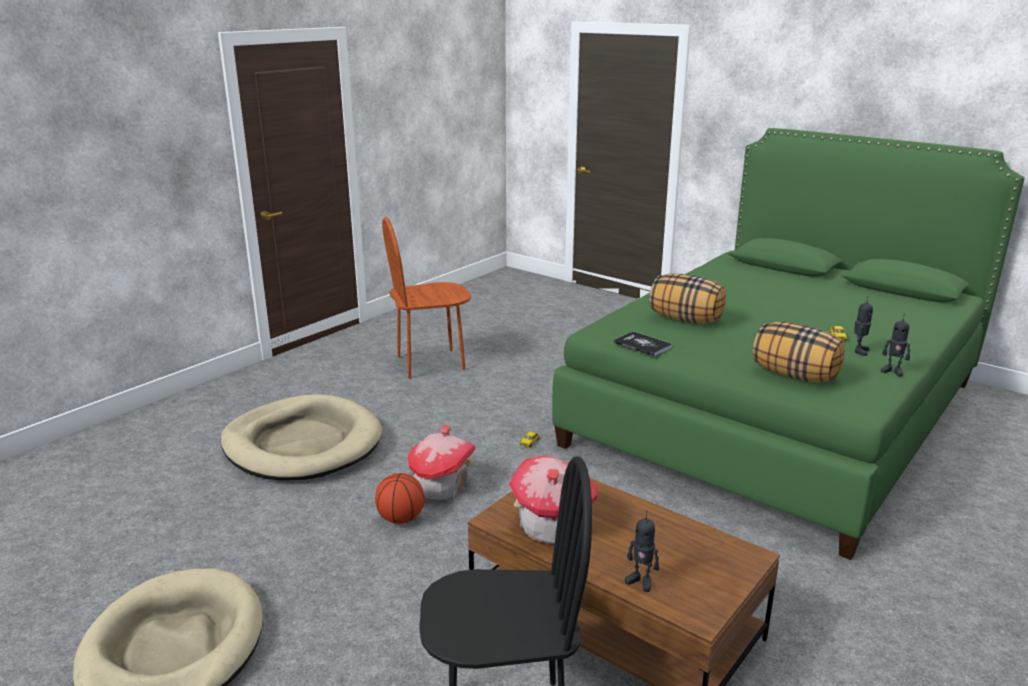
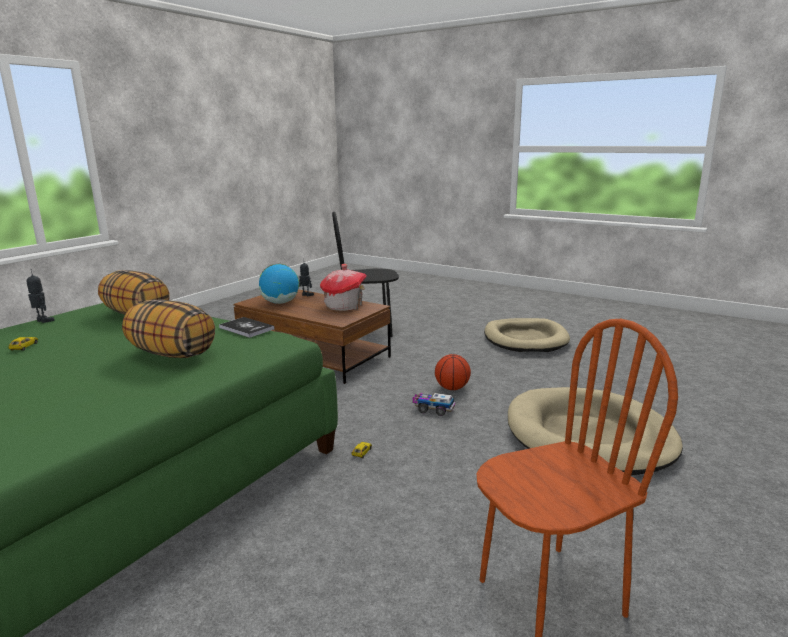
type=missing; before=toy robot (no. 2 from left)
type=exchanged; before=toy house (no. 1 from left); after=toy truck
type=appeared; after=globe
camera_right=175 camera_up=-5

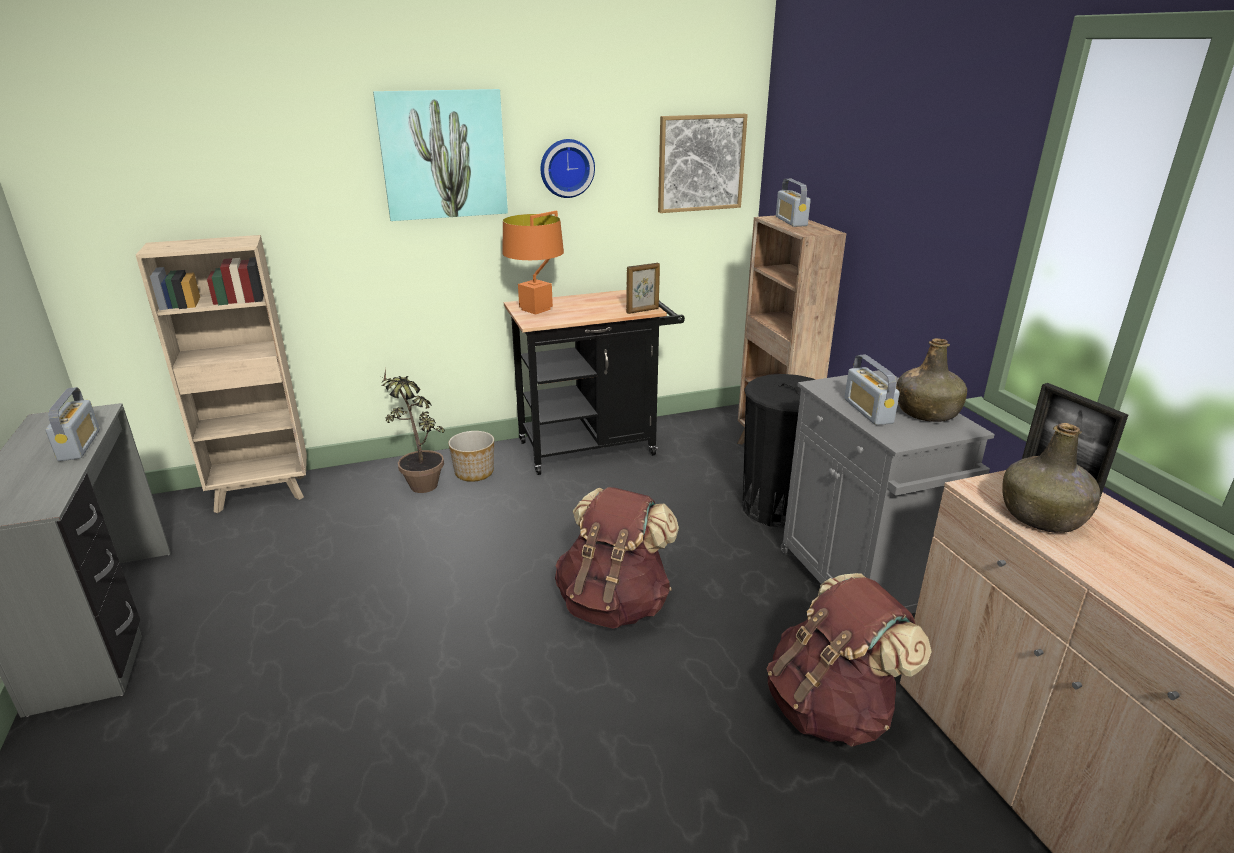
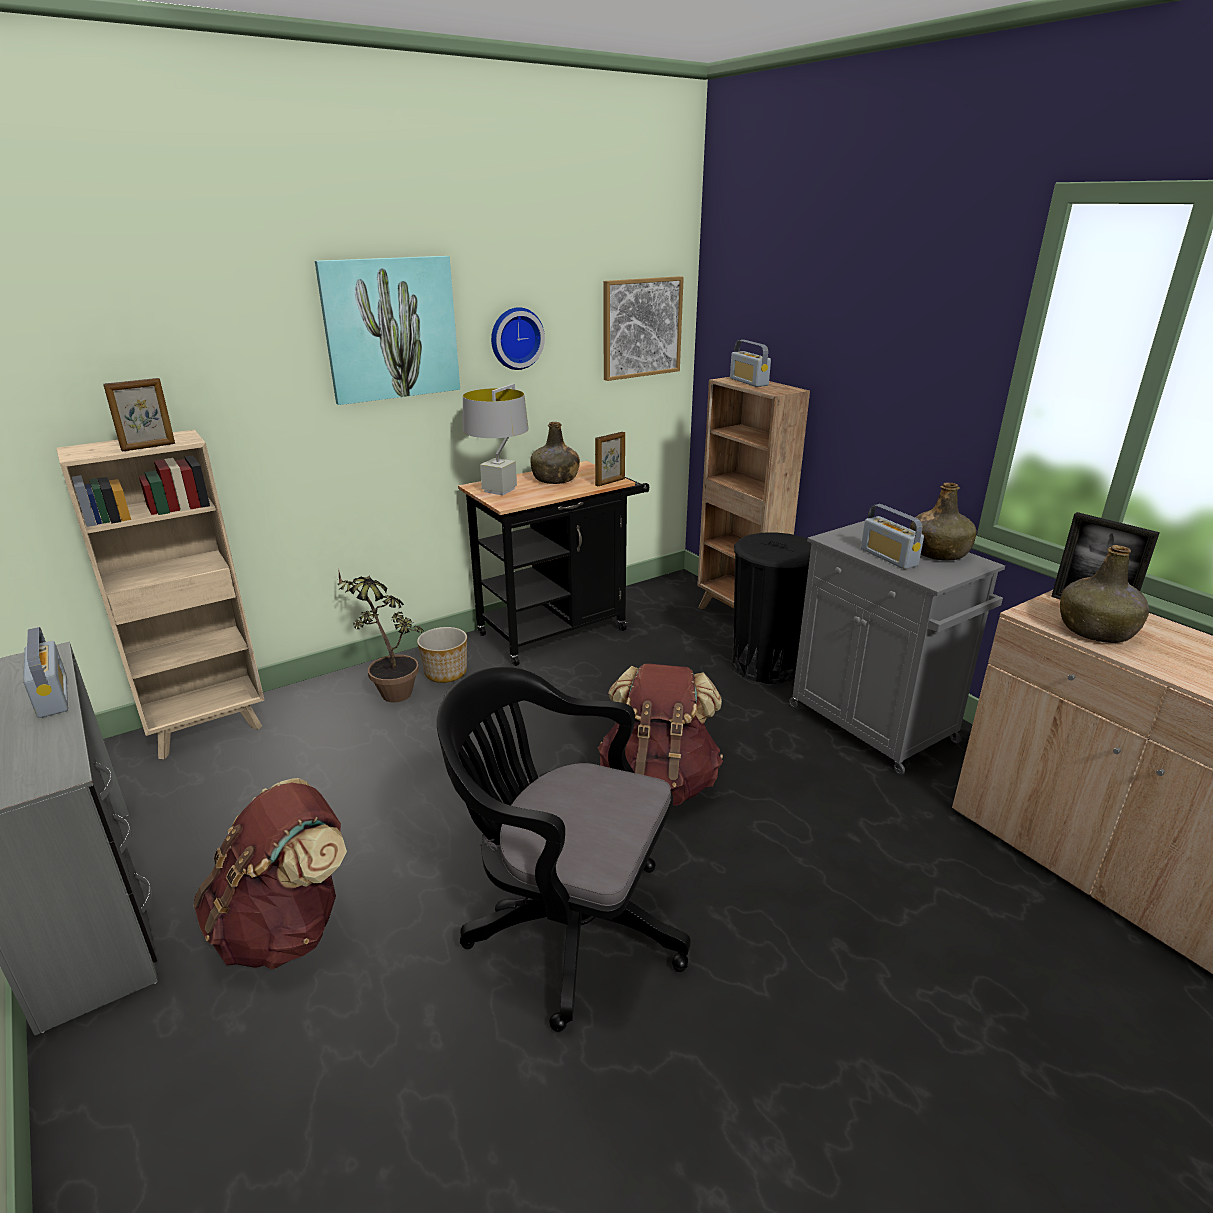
type=colour; before=table lamp/orange; after=table lamp/grey
type=relocated; before=backpack/brown (no. 2 from left in the first image); after=backpack/brown (no. 1 from left)
type=appeared; after=picture frame (no. 1 from left)
type=appeared; after=bottle/green (no. 1 from left)
type=appeared; after=office chair/black
camera_right=-15 camera_up=0

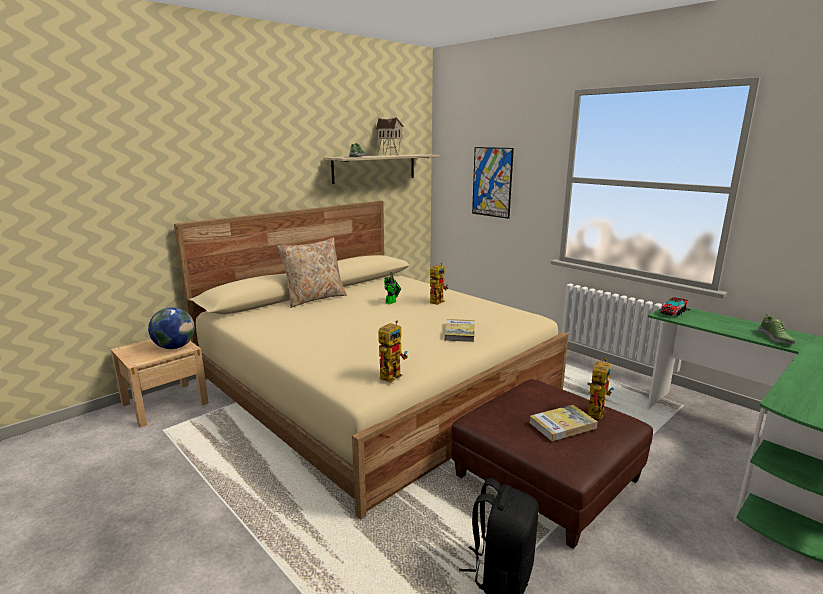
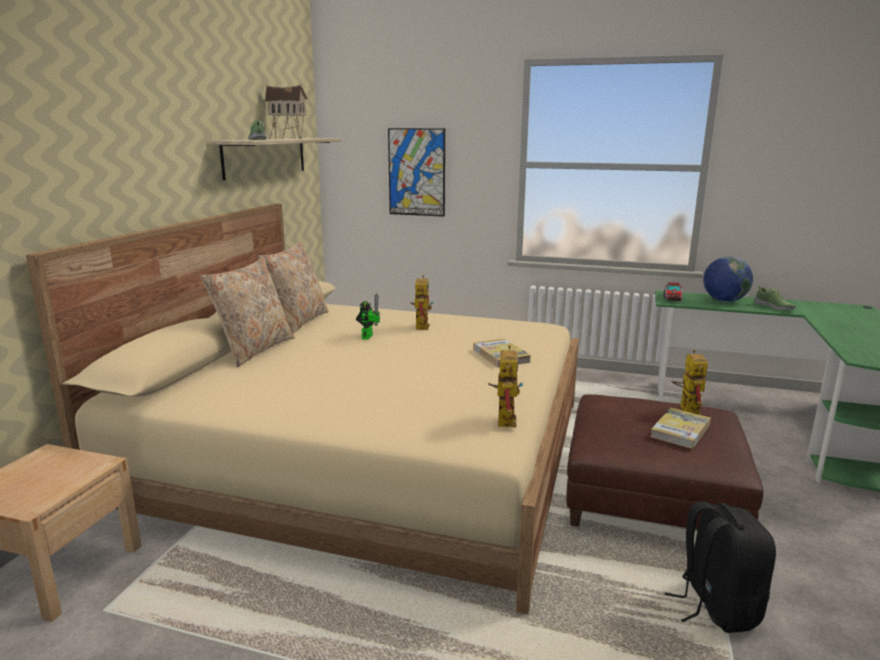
type=relocated; before=globe
type=appeared; after=pillow/beige (no. 2 from left)
camera_right=-30 camera_up=0

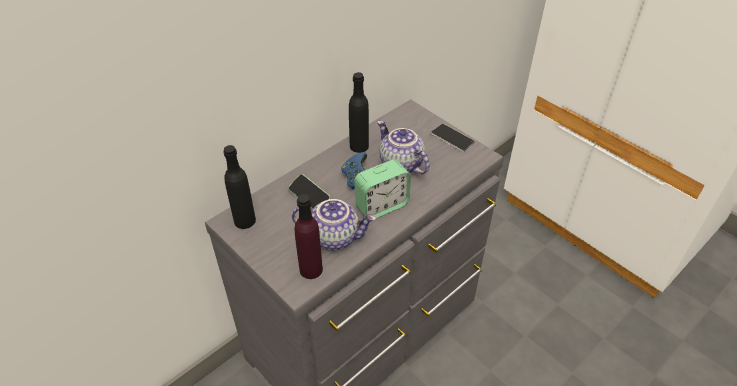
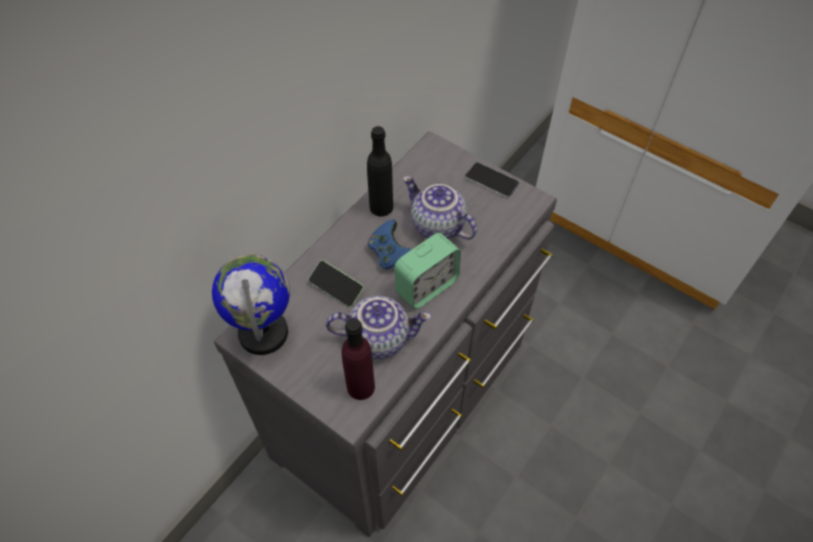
type=exchanged; before=bottle/black (no. 1 from left); after=globe
camera_right=-10 camera_up=10

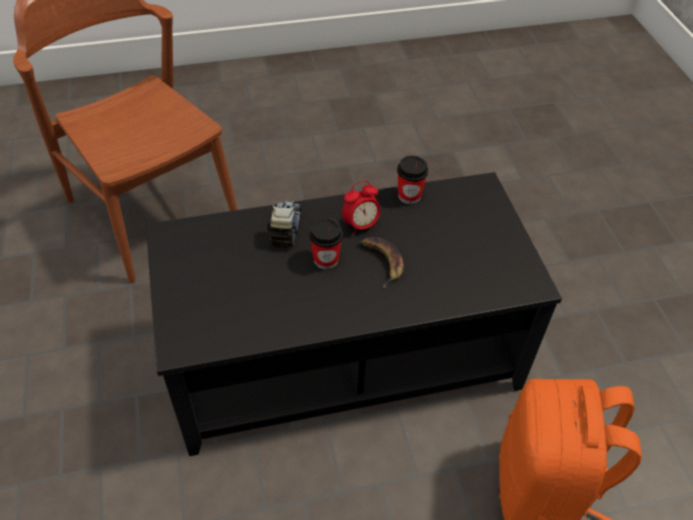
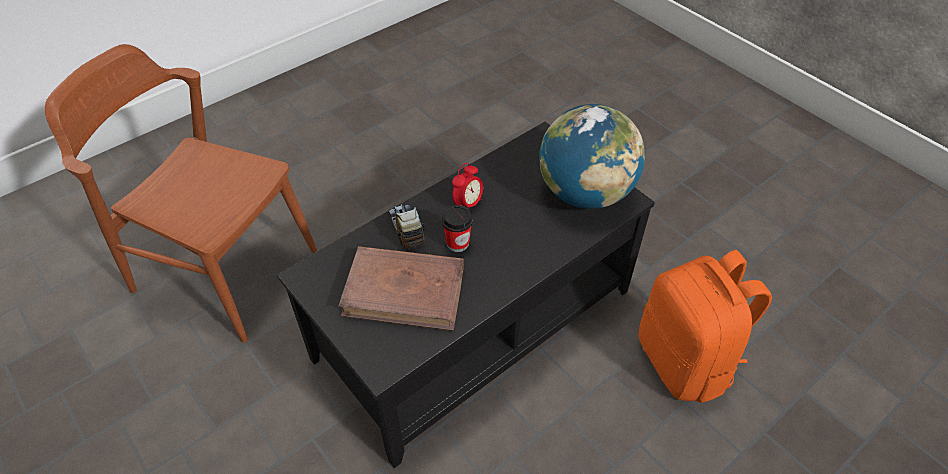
type=missing; before=cup (no. 2 from left)
type=missing; before=banana
type=appeared; after=globe
type=appeared; after=book/brown
camera_right=-25 camera_up=0

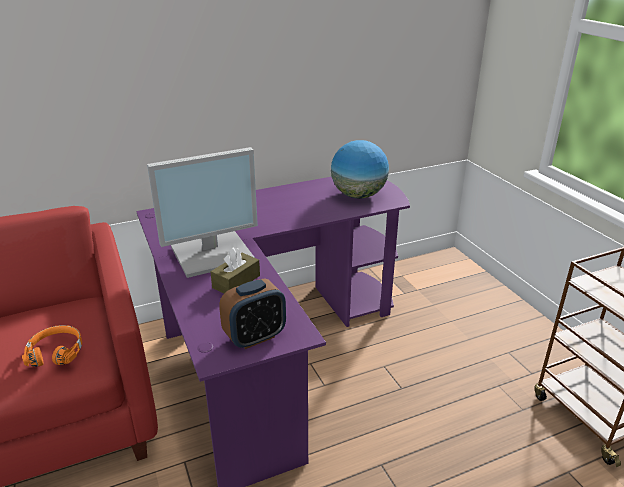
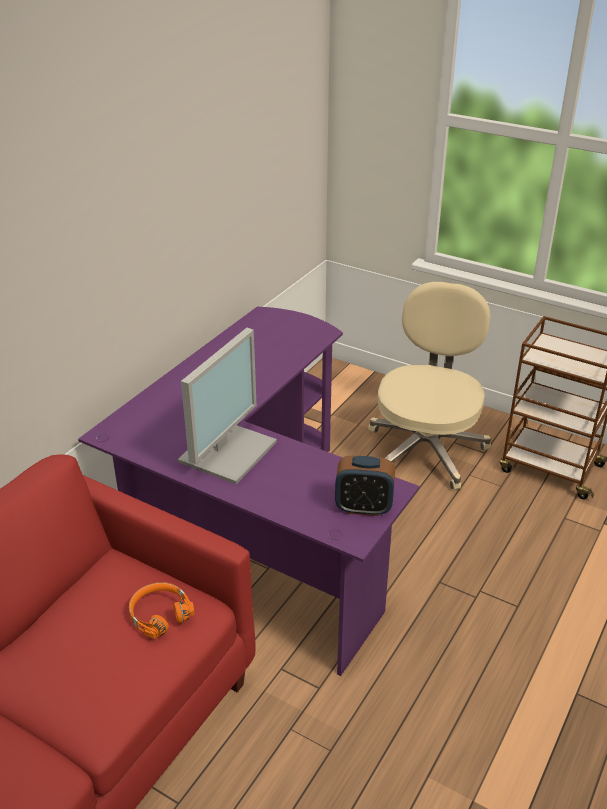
type=missing; before=globe
type=missing; before=tissue box/brown
type=spun; before=alarm clock; turn=75
type=appeared; after=office chair/beige
camera_right=-35 camera_up=5

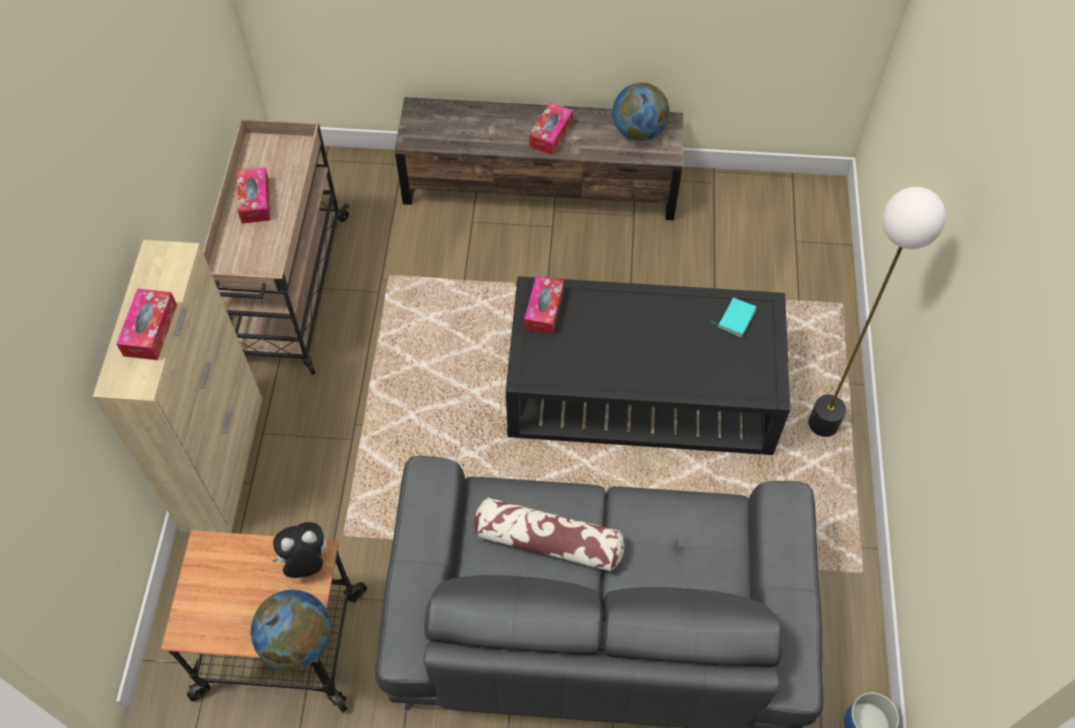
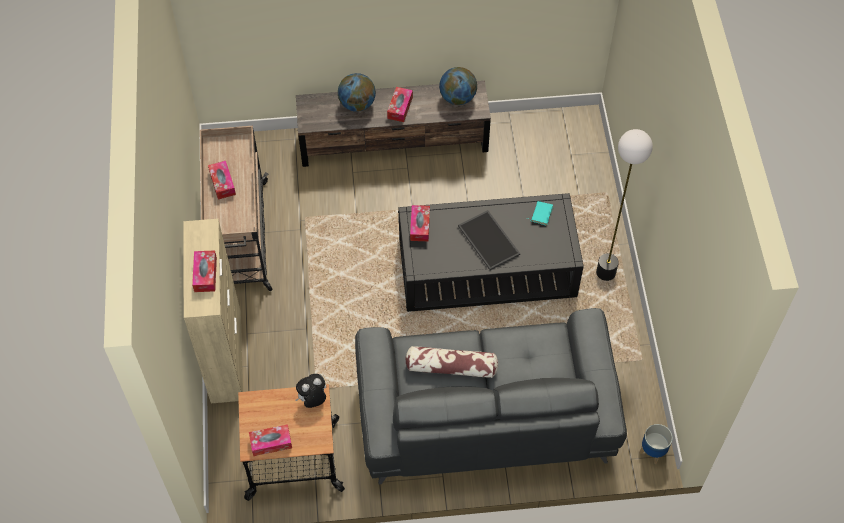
type=relocated; before=globe (no. 1 from left)
type=appeared; after=tray
type=appeared; after=tissue box (no. 3 from left)
camera_right=-10 camera_up=0

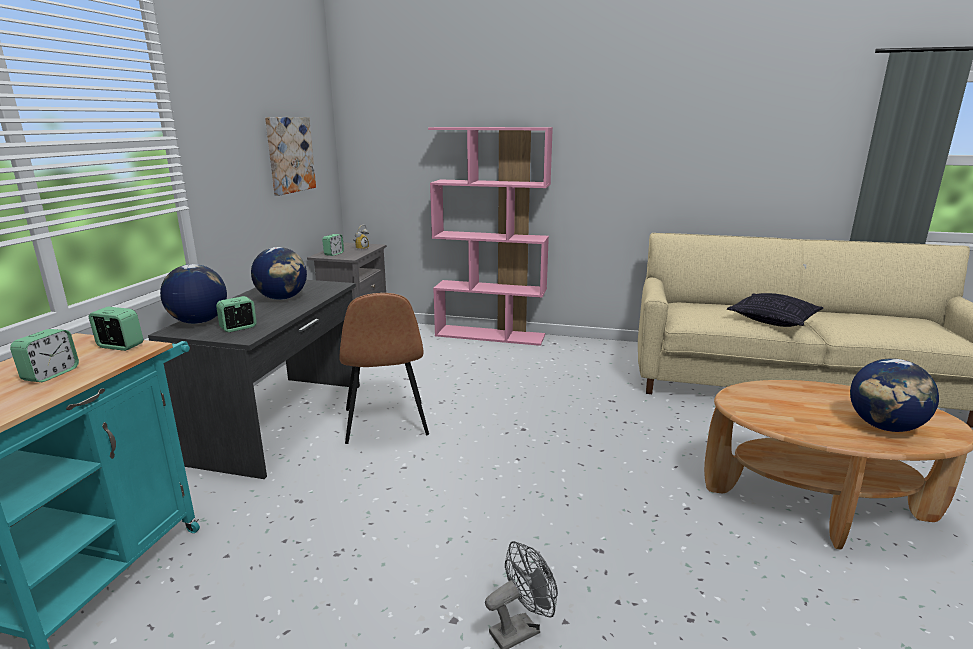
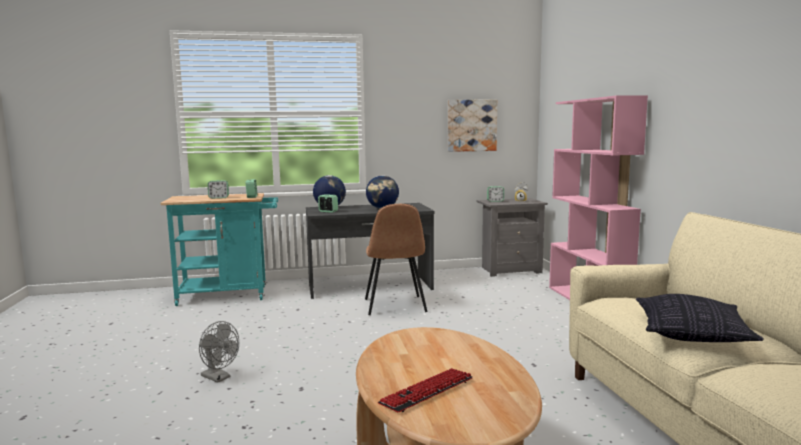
type=spun; before=chair/brown; turn=-60
type=exchanged; before=globe (no. 3 from left); after=keyboard
camera_right=65 camera_up=-10

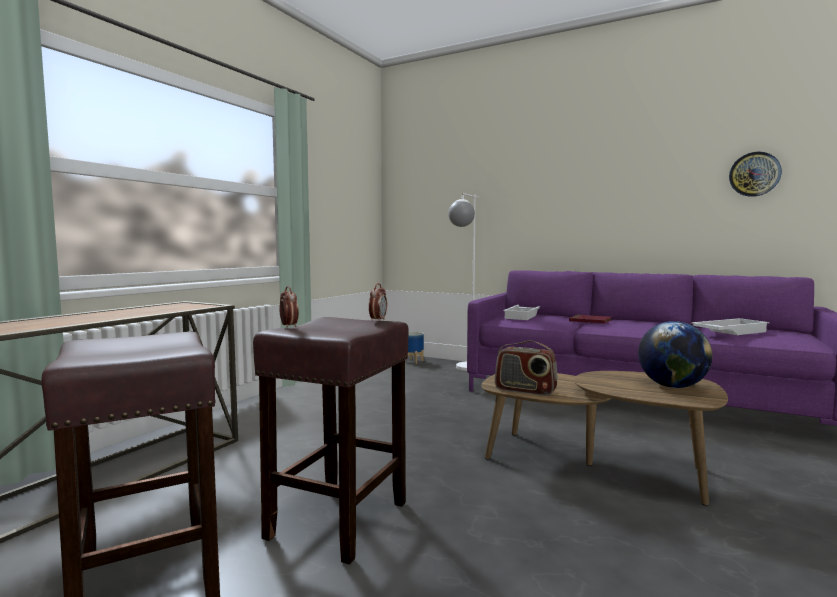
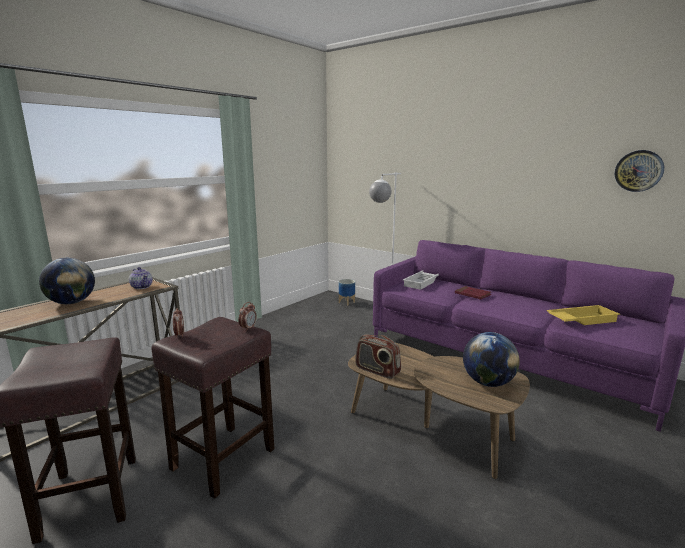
type=colour; before=tray/white (no. 2 from left); after=tray/yellow
type=appeared; after=globe (no. 1 from left)
type=appeared; after=teapot
camera_right=10 camera_up=10

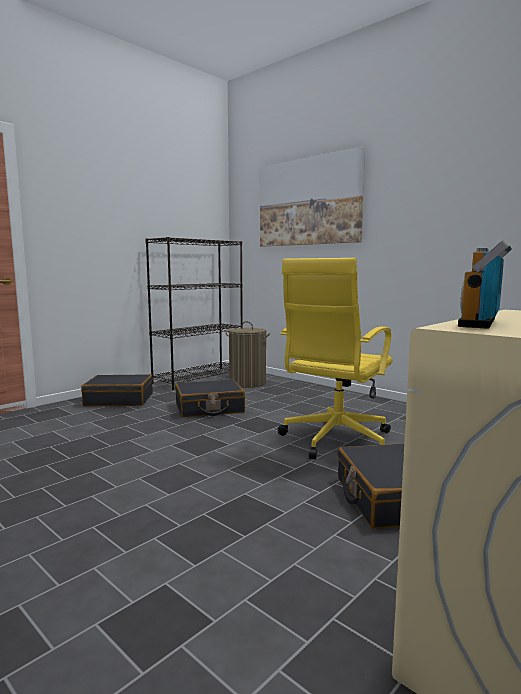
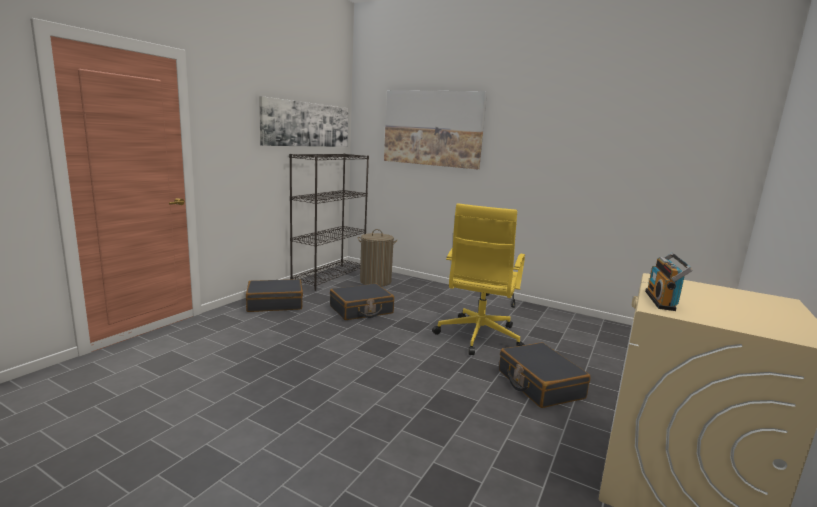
type=appeared; after=picture (no. 1 from left)
camera_right=-15 camera_up=5

